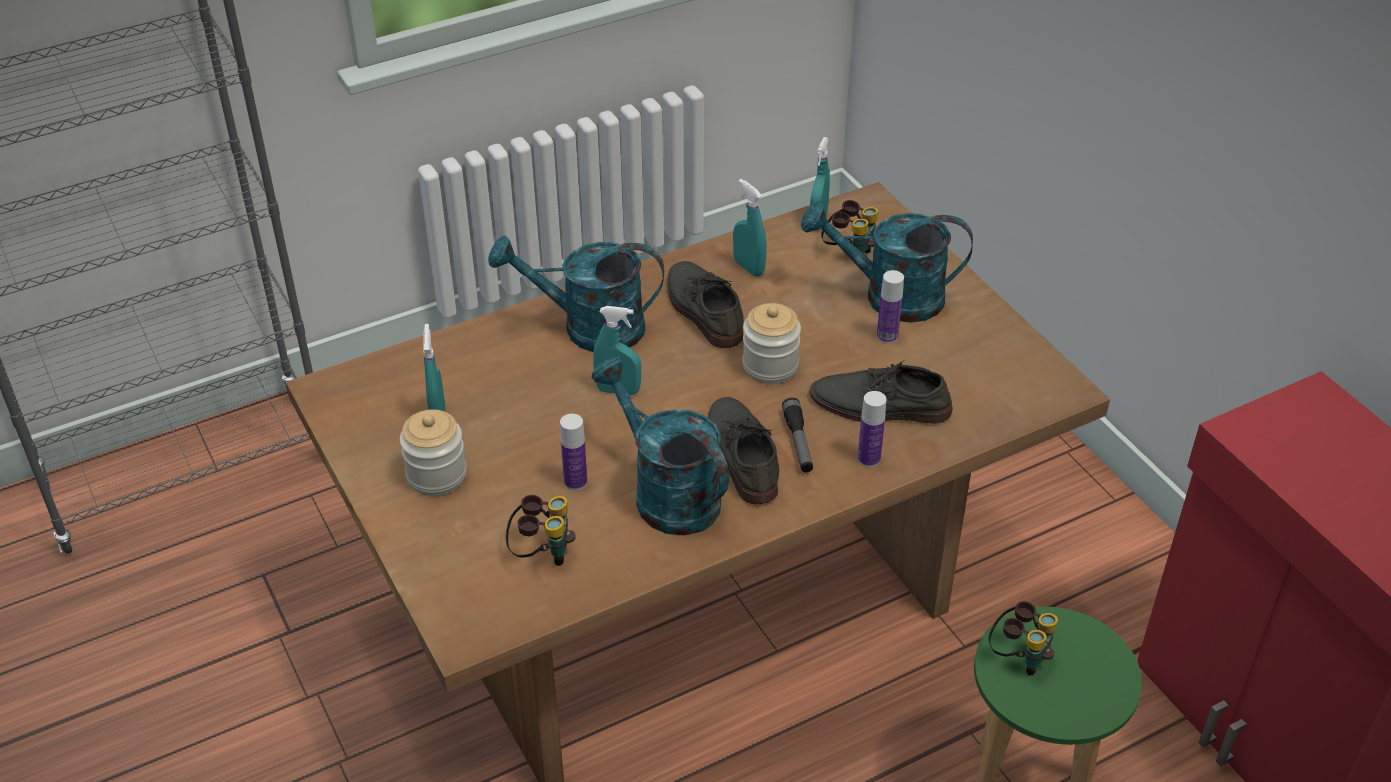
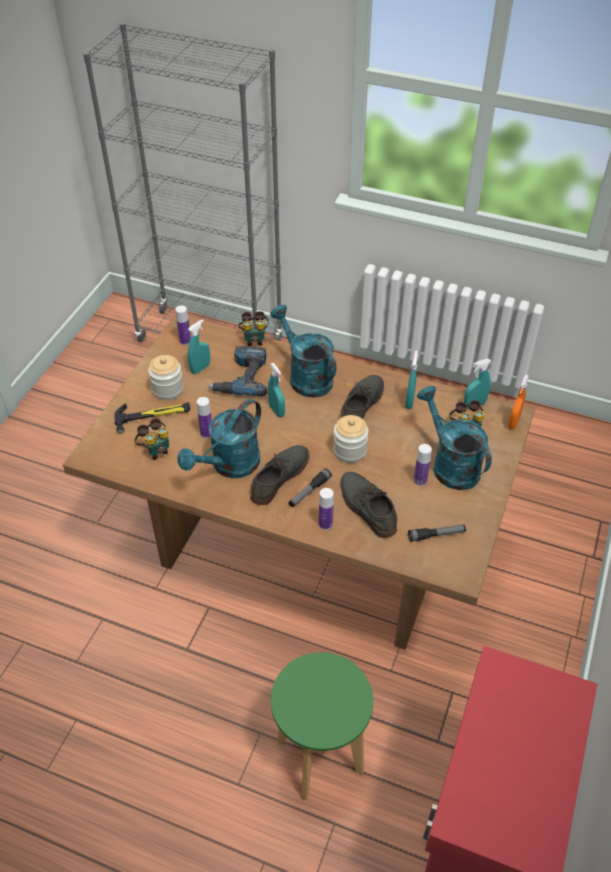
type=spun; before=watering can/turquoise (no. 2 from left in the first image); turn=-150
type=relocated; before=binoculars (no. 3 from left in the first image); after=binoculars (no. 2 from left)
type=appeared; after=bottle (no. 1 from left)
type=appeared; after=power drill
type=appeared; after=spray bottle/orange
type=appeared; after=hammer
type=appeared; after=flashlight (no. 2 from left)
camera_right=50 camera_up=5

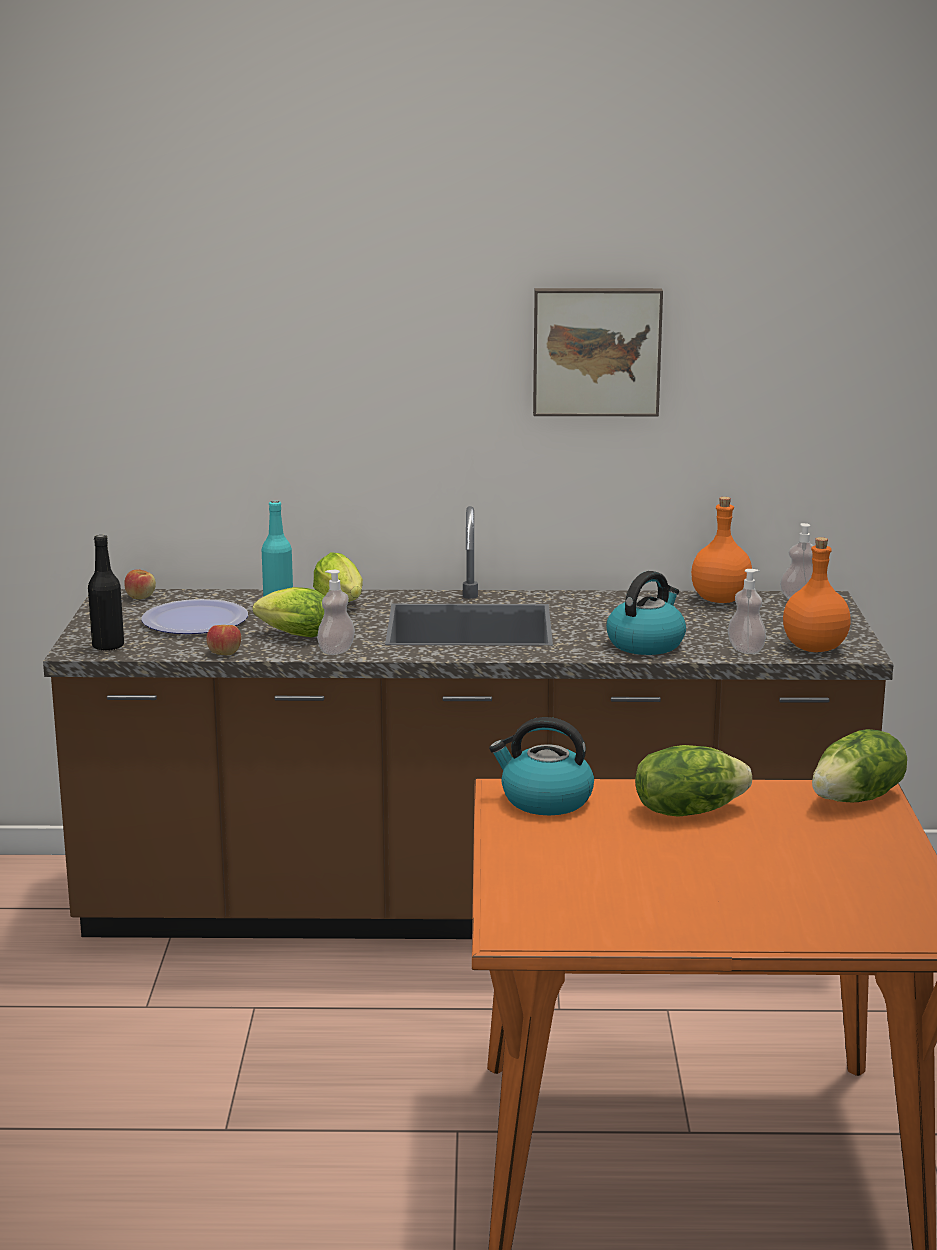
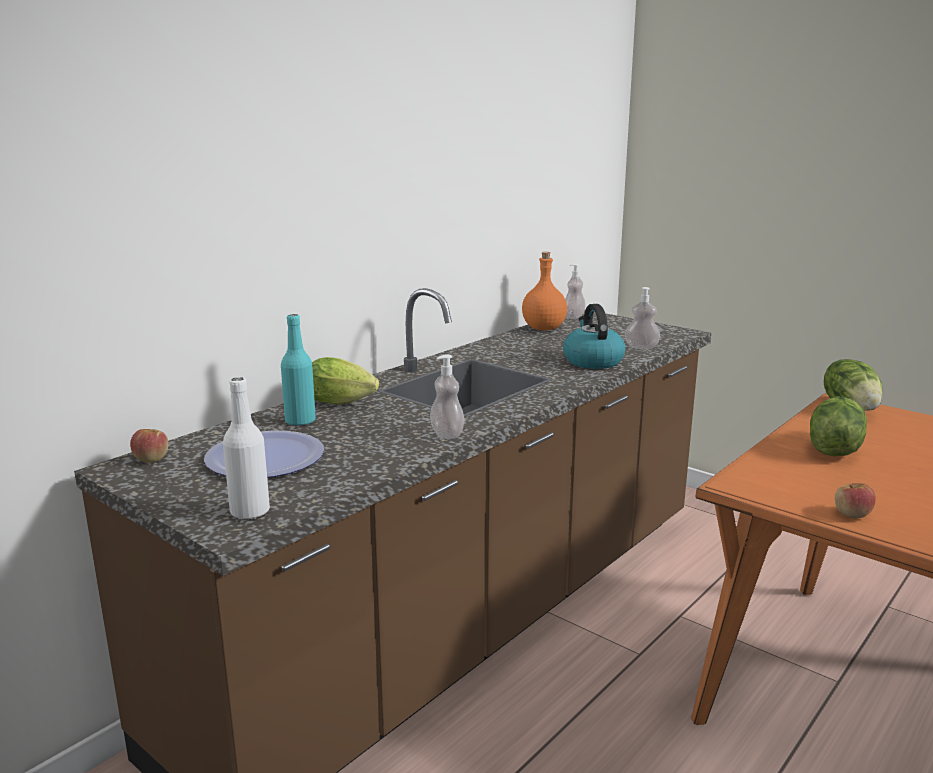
type=missing; before=picture
type=colour; before=bottle/black; after=bottle/white
type=missing; before=bottle/orange (no. 2 from left)
type=missing; before=lettuce (no. 1 from left)
type=relocated; before=apple (no. 2 from left)
type=missing; before=kettle (no. 1 from left)
camera_right=-50 camera_up=0

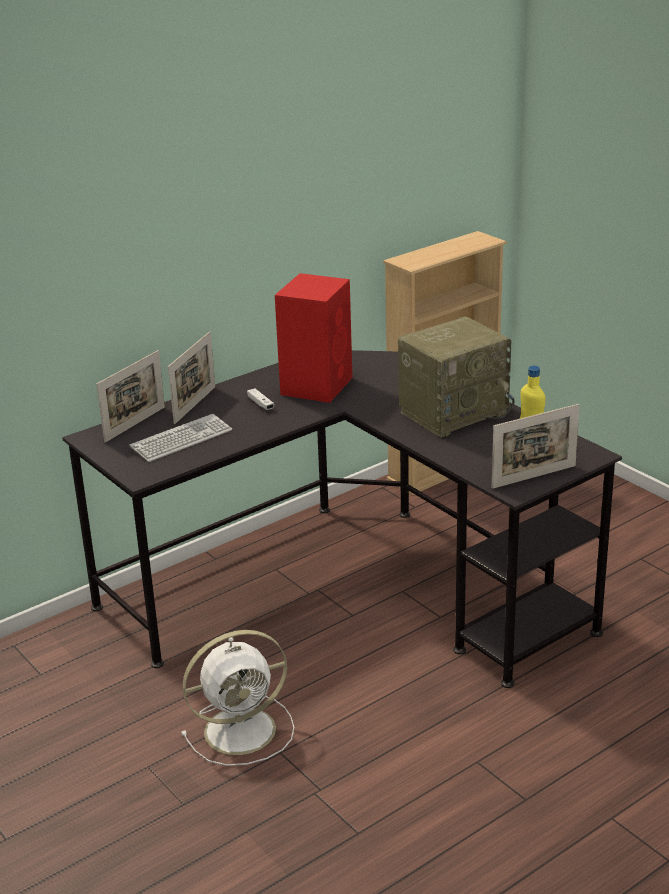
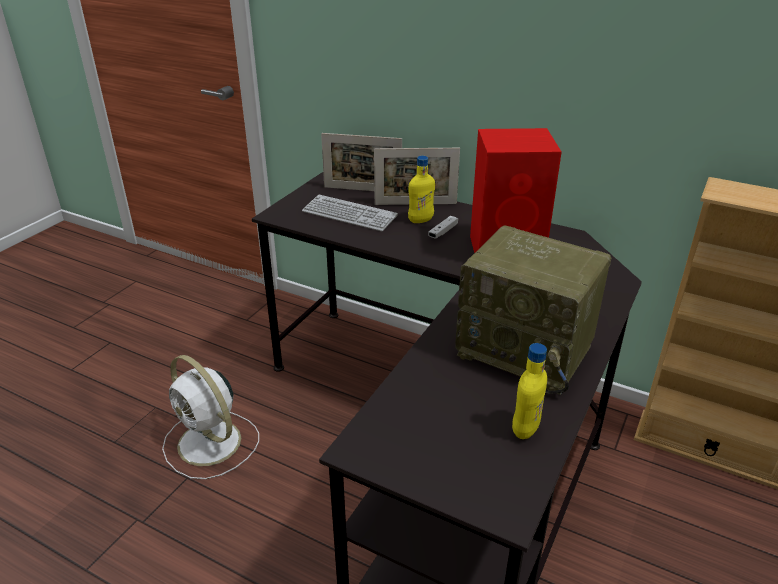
type=missing; before=picture frame (no. 3 from left)
type=appeared; after=bottle/yellow (no. 1 from left)
camera_right=65 camera_up=5

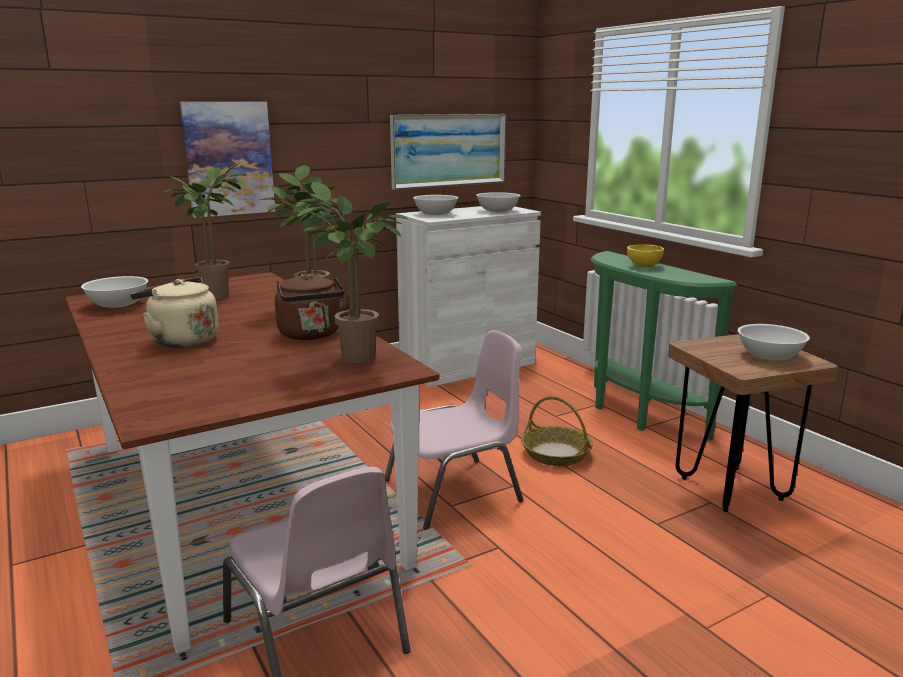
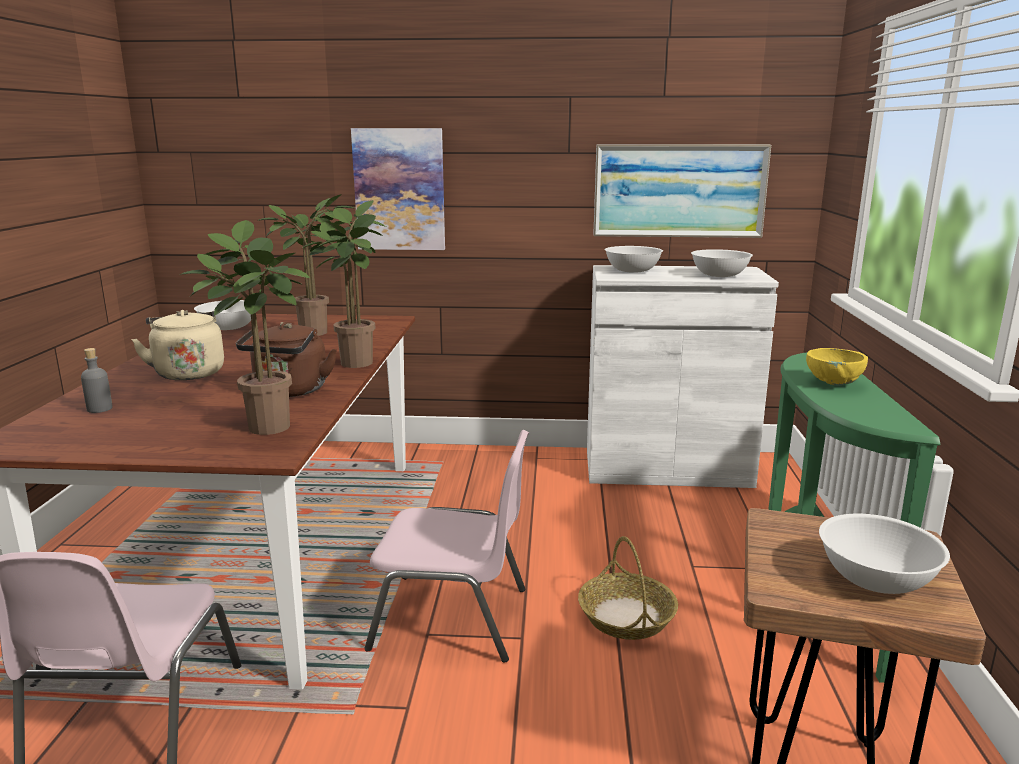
type=appeared; after=bottle/grey
camera_right=35 camera_up=0

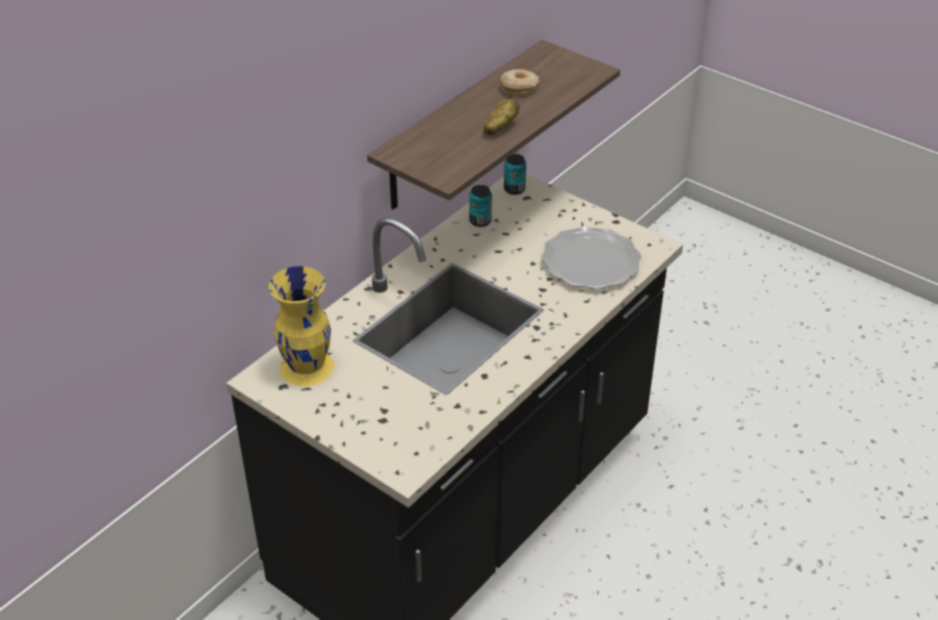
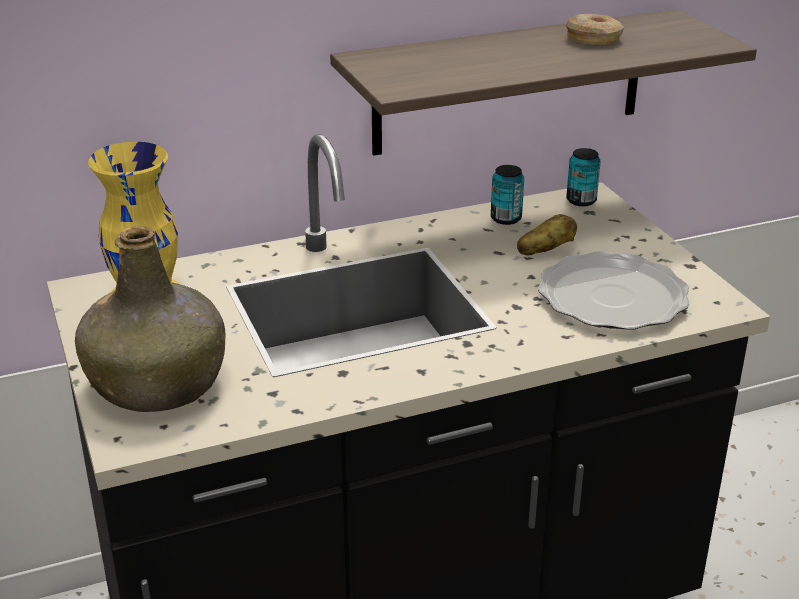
type=relocated; before=potato
type=appeared; after=bottle/green
camera_right=30 camera_up=-10

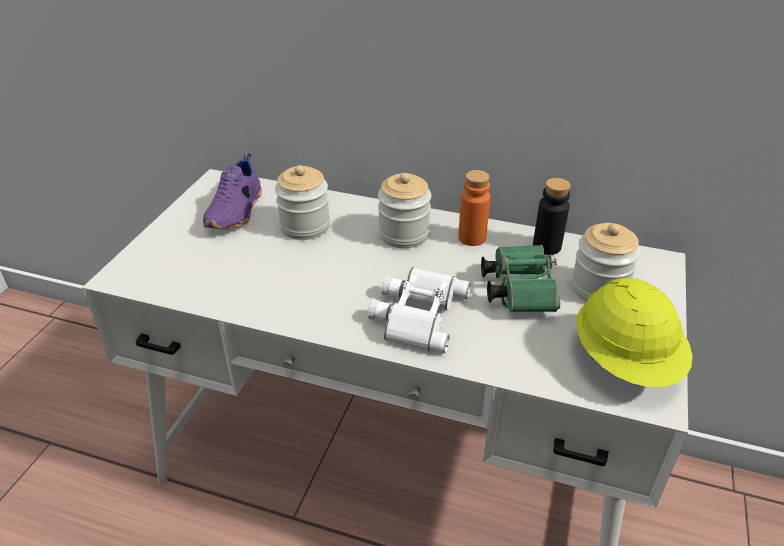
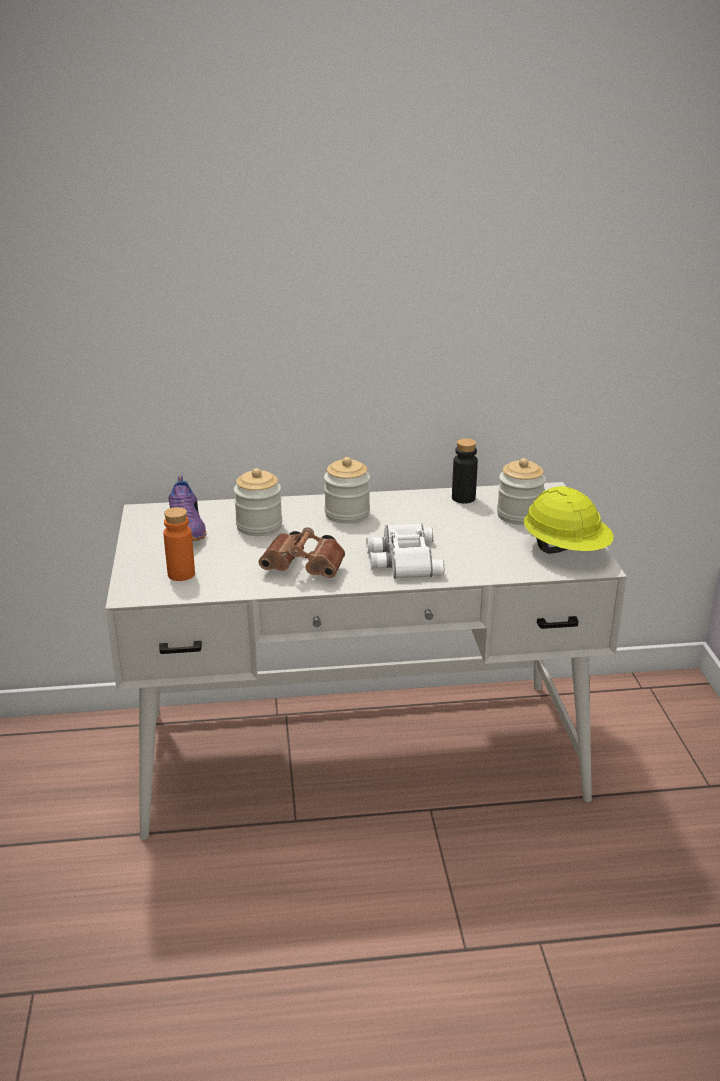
type=relocated; before=bottle/orange
type=missing; before=binoculars/green
type=appeared; after=binoculars/brown
camera_right=-25 camera_up=-10

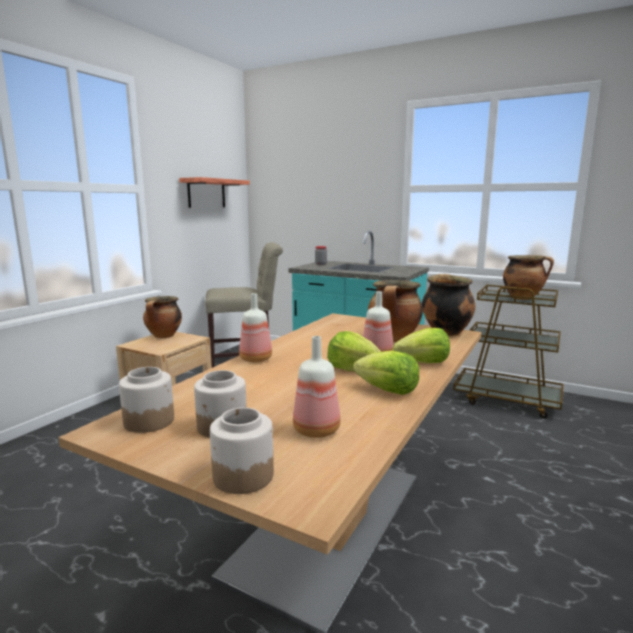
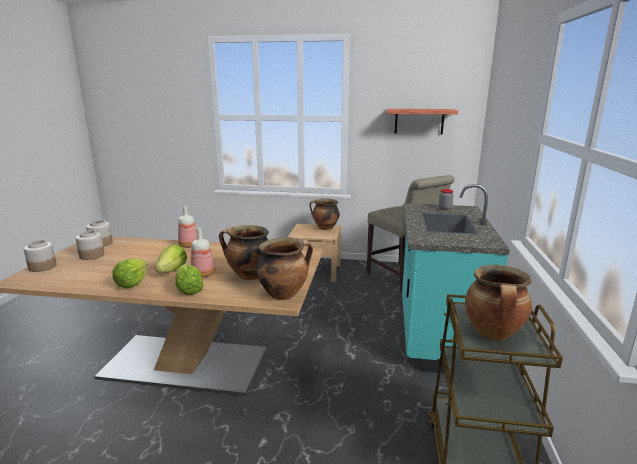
type=missing; before=bottle (no. 2 from left)
camera_right=70 camera_up=5

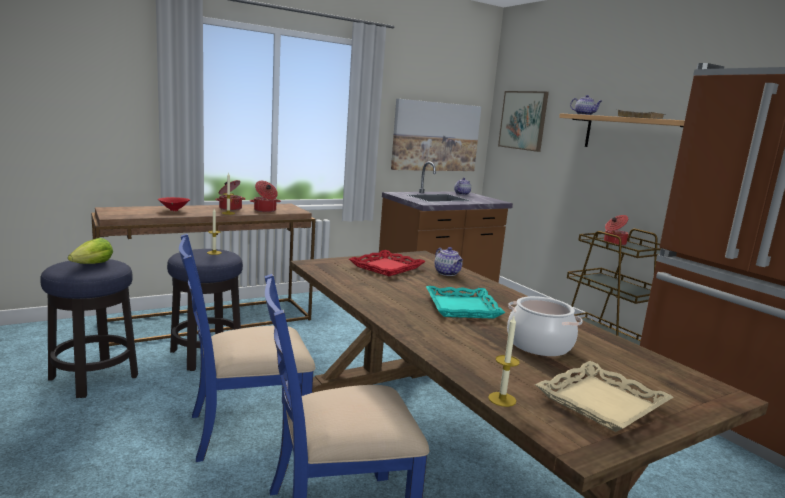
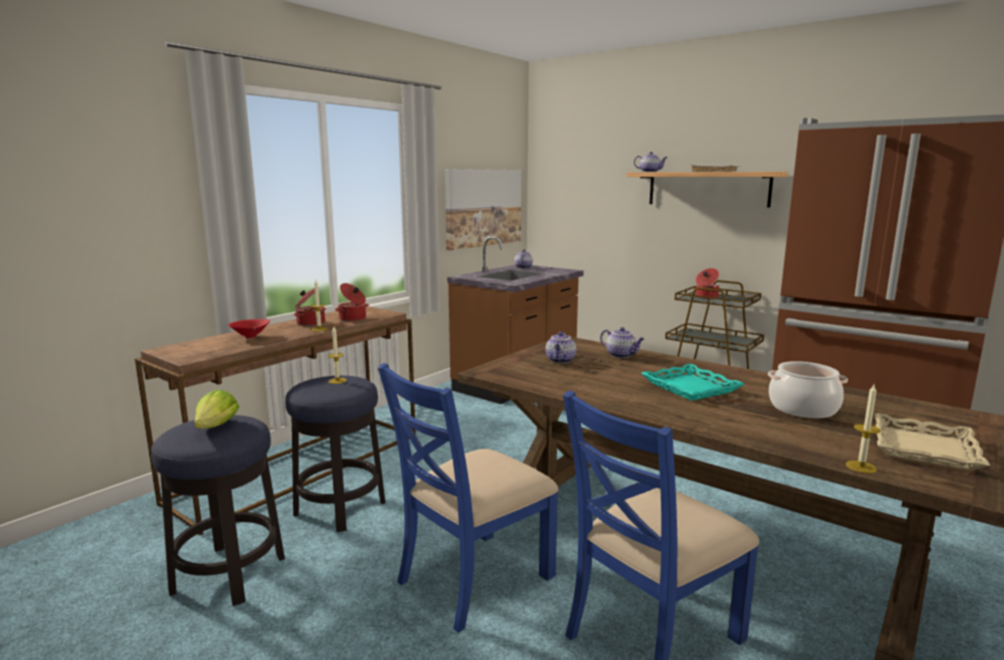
type=missing; before=picture (no. 2 from left)
type=exchanged; before=tray/red; after=teapot (no. 2 from left)
camera_right=-20 camera_up=0

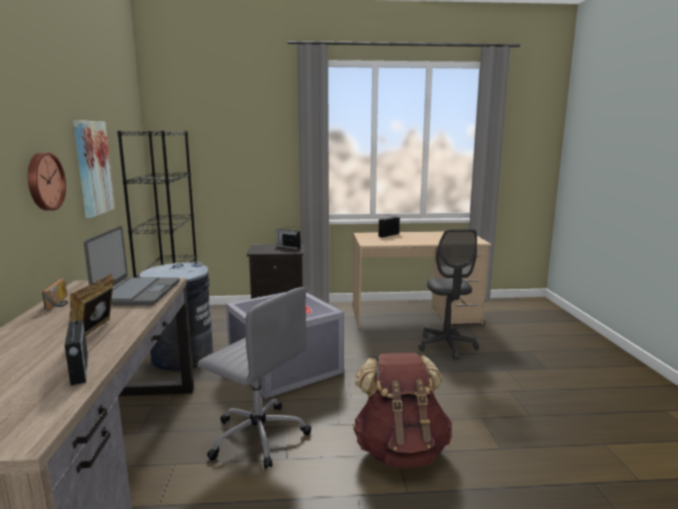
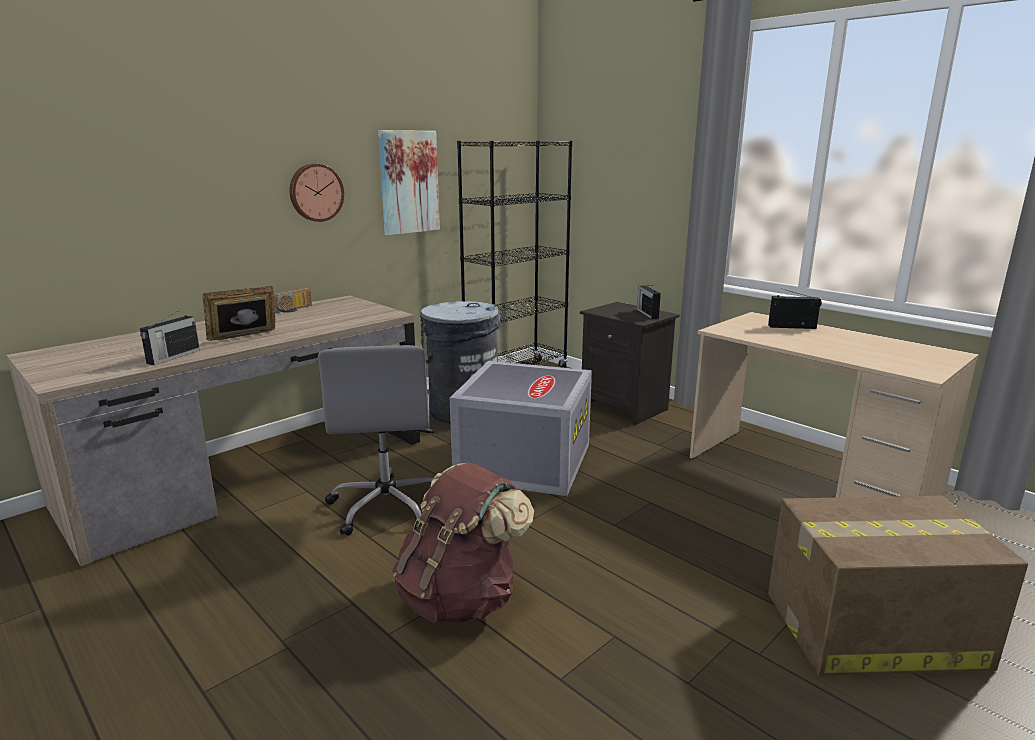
type=missing; before=laptop
type=missing; before=office chair/grey (no. 2 from left)
type=appeared; after=cardboard box
camera_right=50 camera_up=5

